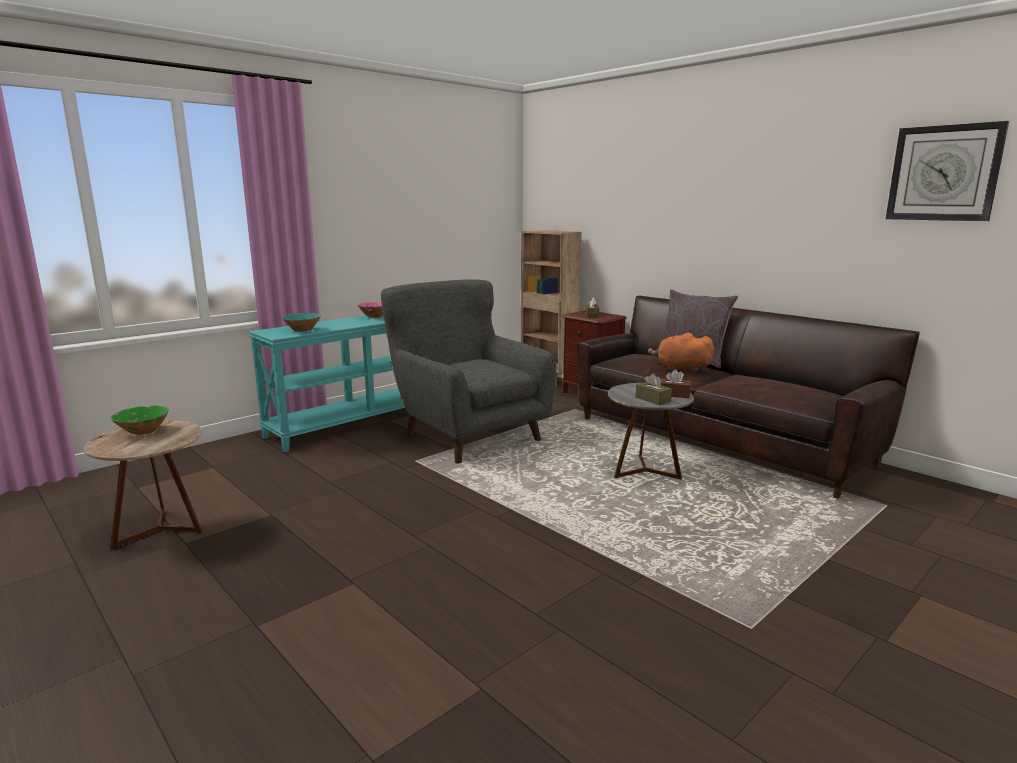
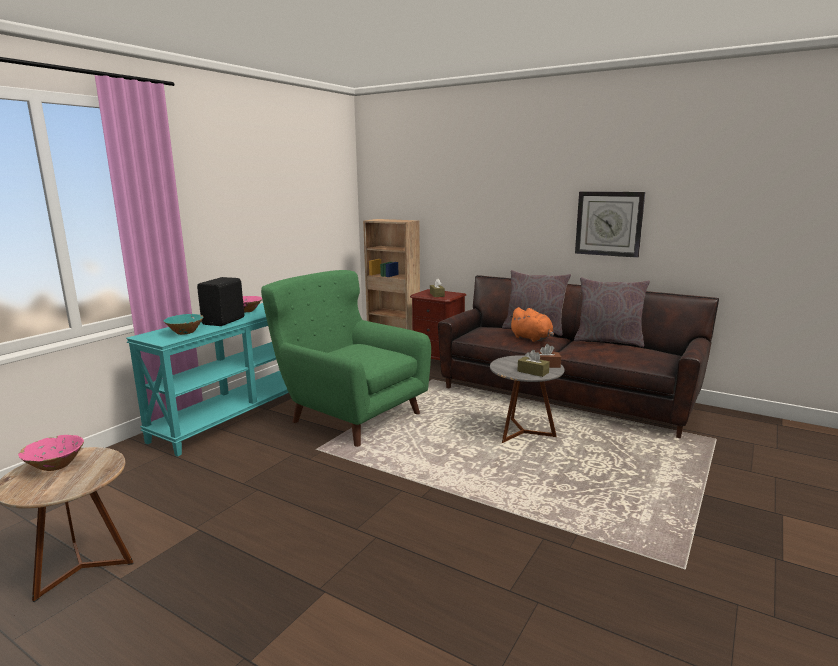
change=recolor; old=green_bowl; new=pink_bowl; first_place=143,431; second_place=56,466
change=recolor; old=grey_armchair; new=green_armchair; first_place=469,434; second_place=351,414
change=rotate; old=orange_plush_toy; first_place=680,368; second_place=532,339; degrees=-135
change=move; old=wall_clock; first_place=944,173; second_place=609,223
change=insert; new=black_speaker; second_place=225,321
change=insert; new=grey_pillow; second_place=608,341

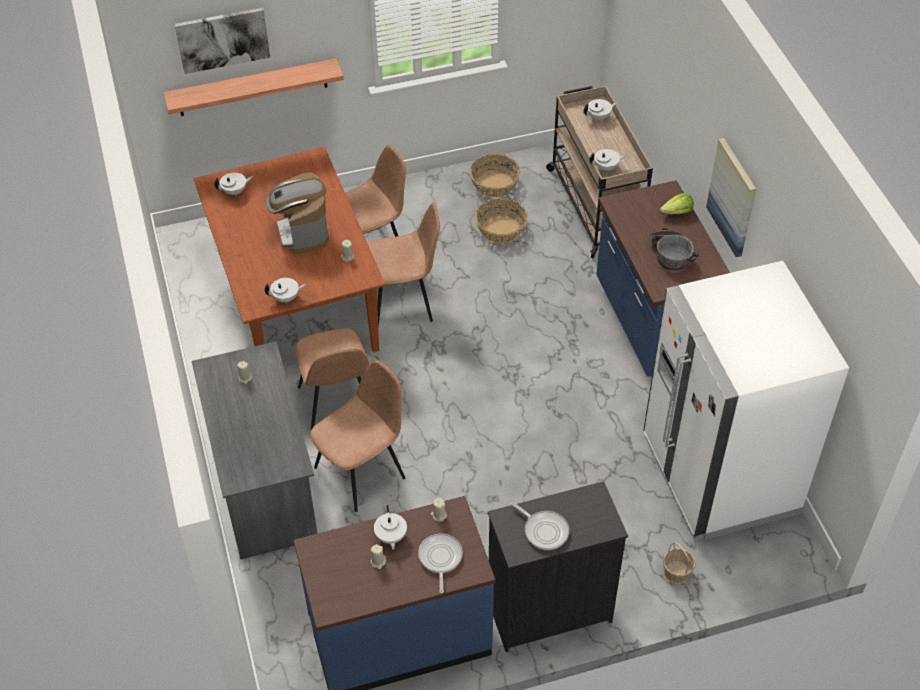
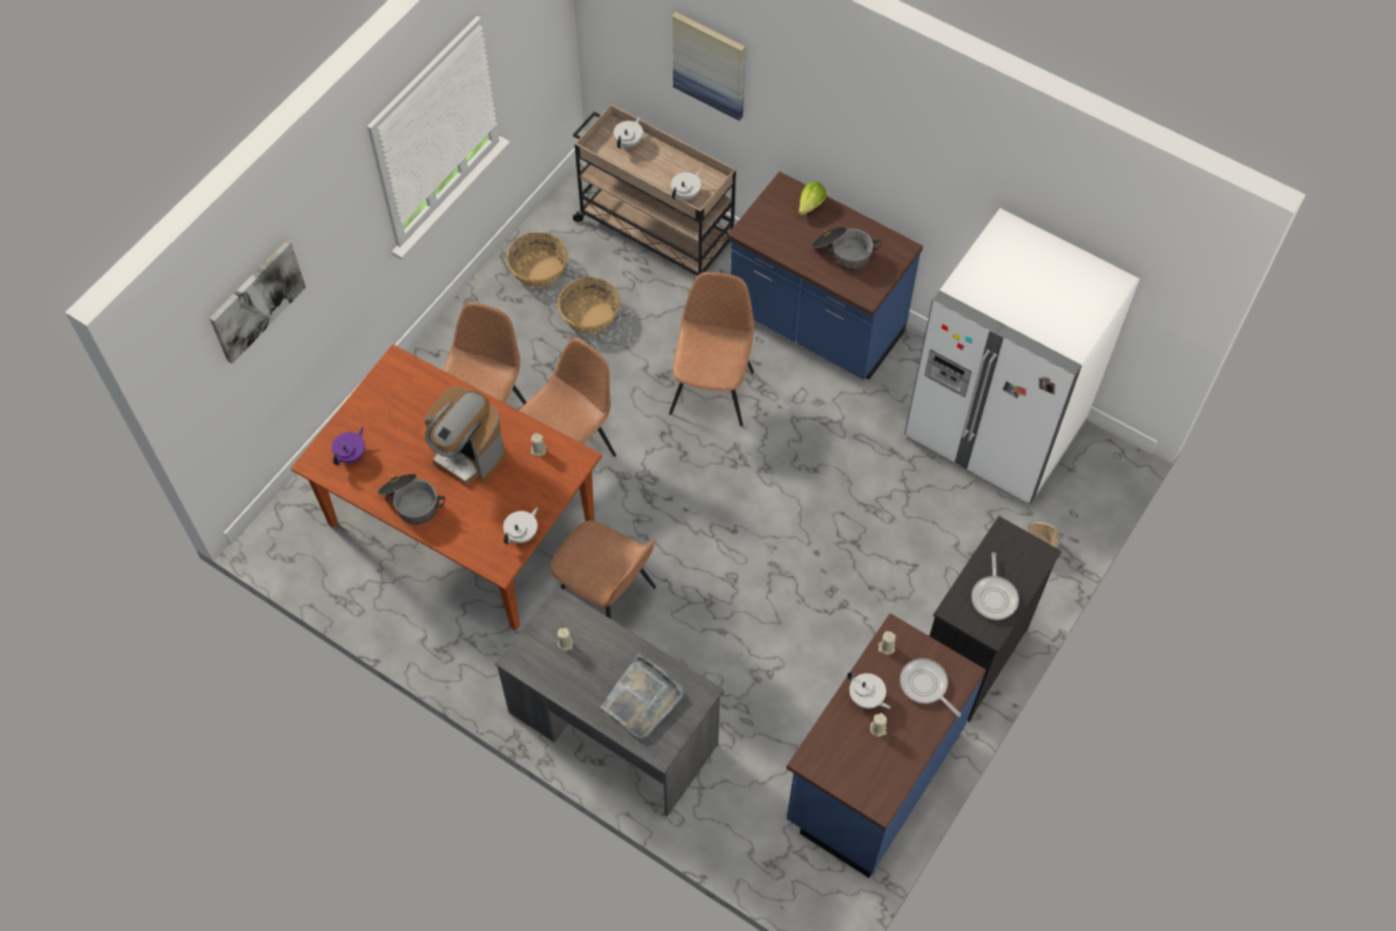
change=delete; old=shelf; first_place=252,87
change=recolor; old=white_teapot; new=purple_teapot; first_place=235,191; second_place=351,454
change=move; old=brown_chair; first_place=362,471; second_place=712,390
change=rotate; old=frying_pan; first_place=544,530; second_place=994,596; degrees=90
change=move; old=picture; first_place=733,197; second_place=710,65
change=insert; new=cooking_pot; second_place=411,502
change=insert; new=grey_tray; second_place=642,699

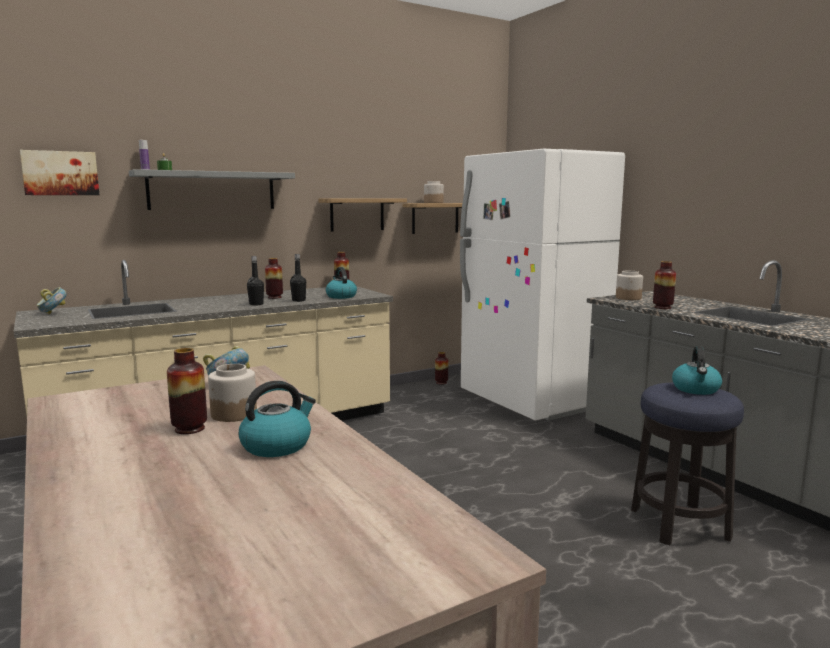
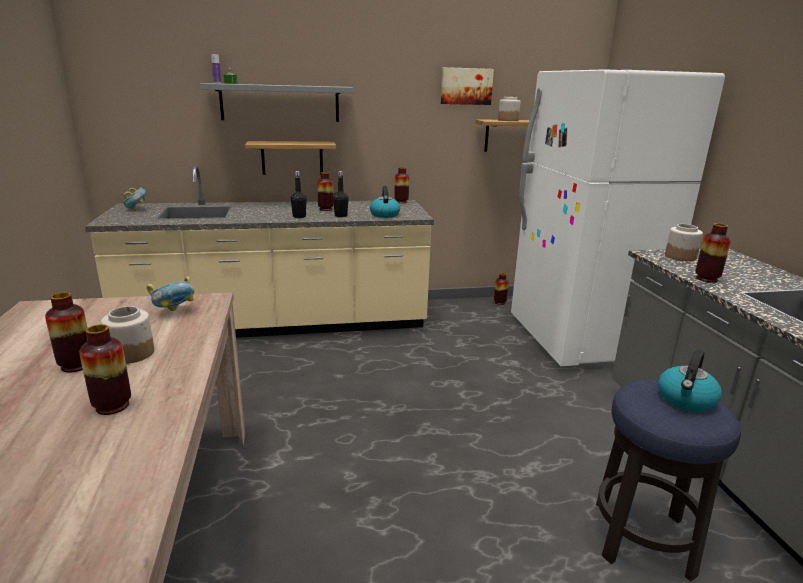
change=move; old=picture; first_place=60,173; second_place=466,86
change=replace; old=kettle; new=vase; first_place=277,445; second_place=112,406
change=move; old=shelf; first_place=357,214; second_place=292,158

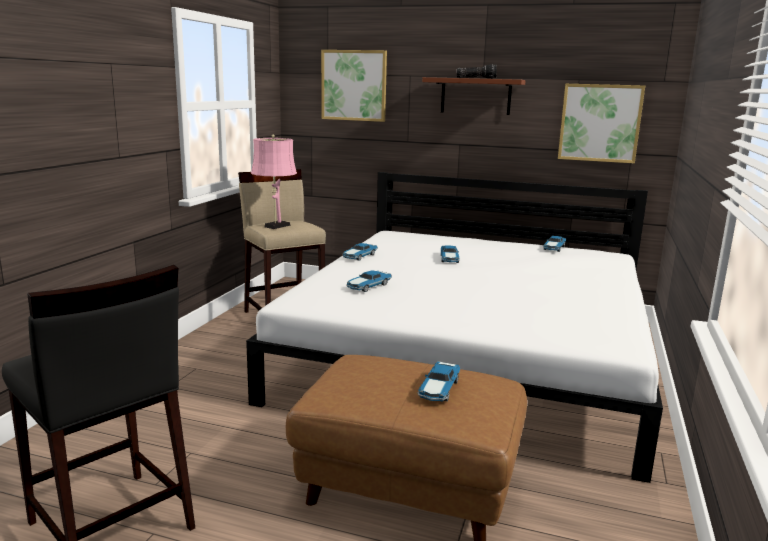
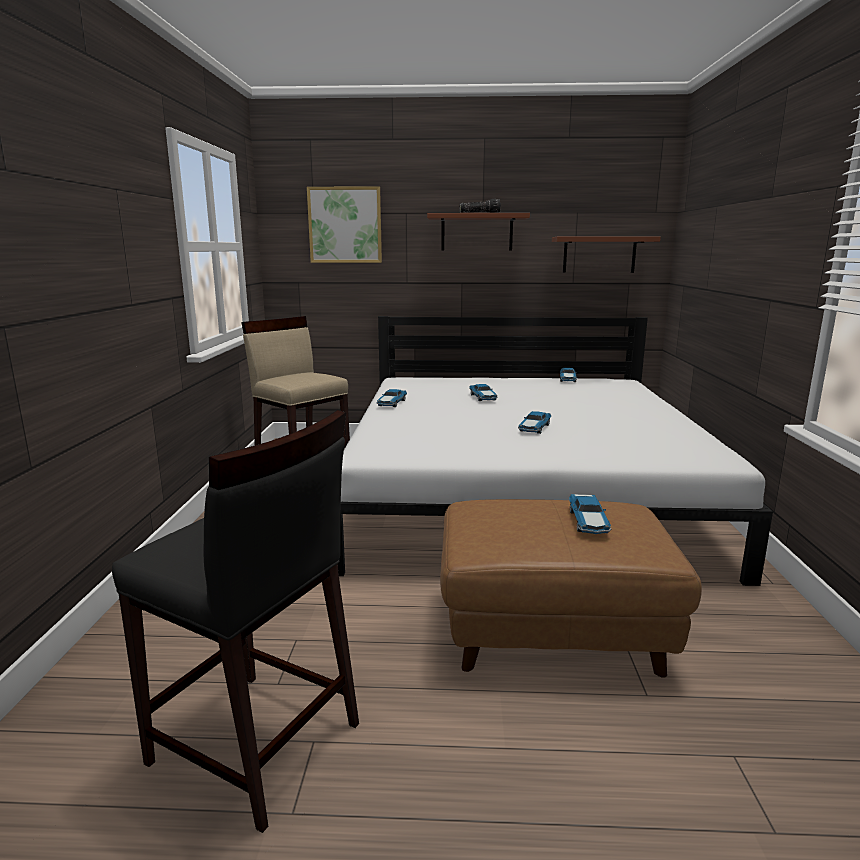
change=delete; old=pink_table_lamp; first_place=275,226
change=move; old=toy_car; first_place=368,286; second_place=534,428
change=replace; old=picture; new=brown_shelf; first_place=600,123; second_place=599,254

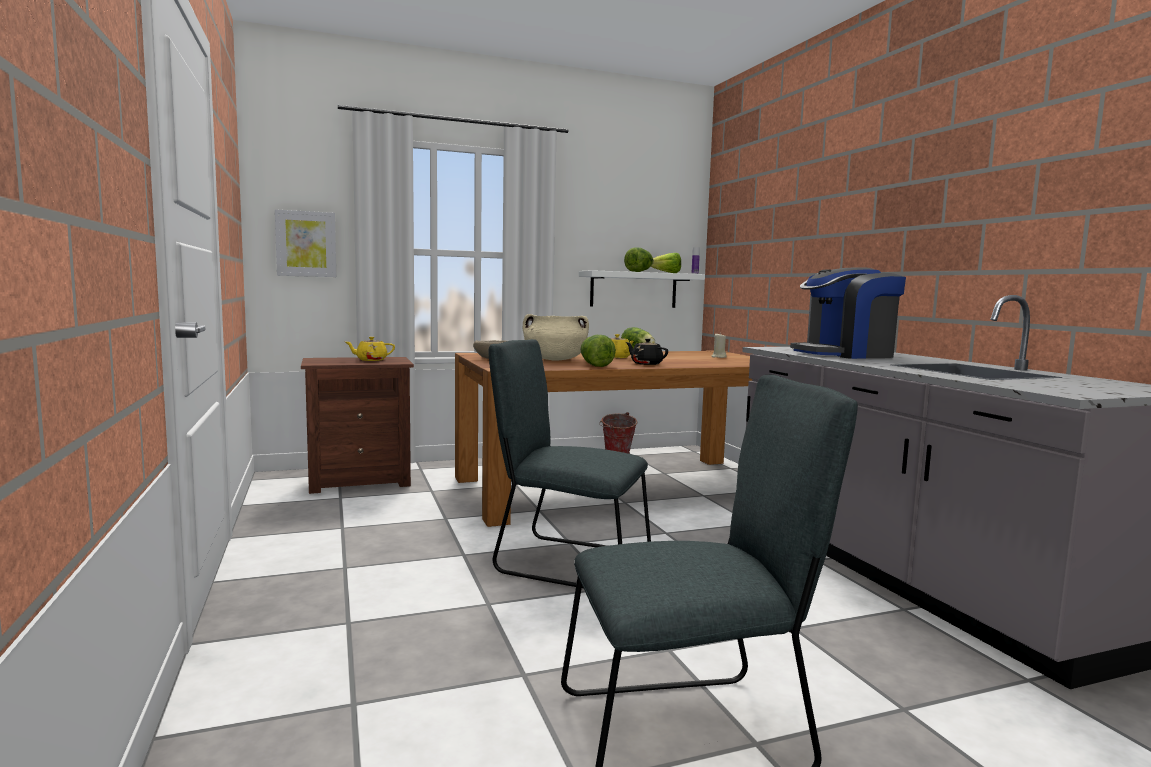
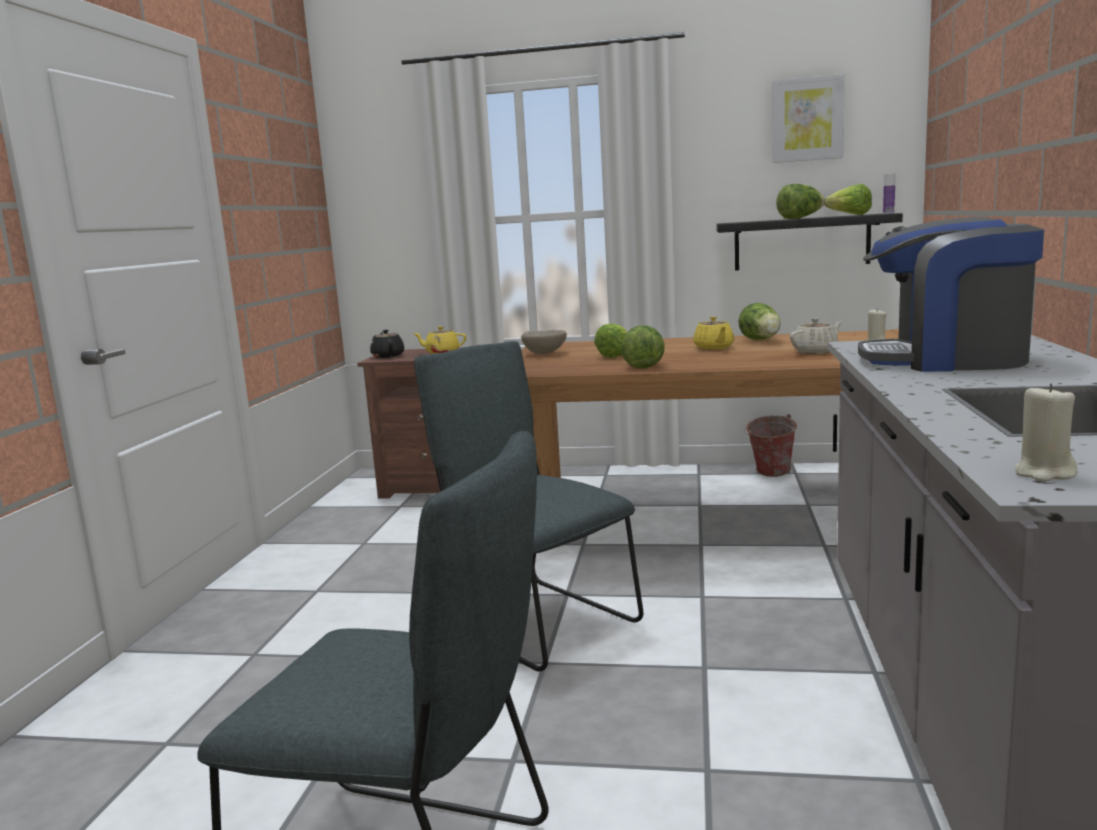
change=move; old=picture; first_place=306,244; second_place=807,119
change=replace; old=beige_cooking_pot; new=lettuce; first_place=555,360; second_place=617,354
change=recolor; old=white_shelf; new=black_shelf; first_place=633,290; second_place=801,242
change=move; old=black_teapot; first_place=646,363; second_place=388,356
change=insert; new=beige_teapot; second_place=816,352
change=insert; new=beige_candle; second_place=1044,473

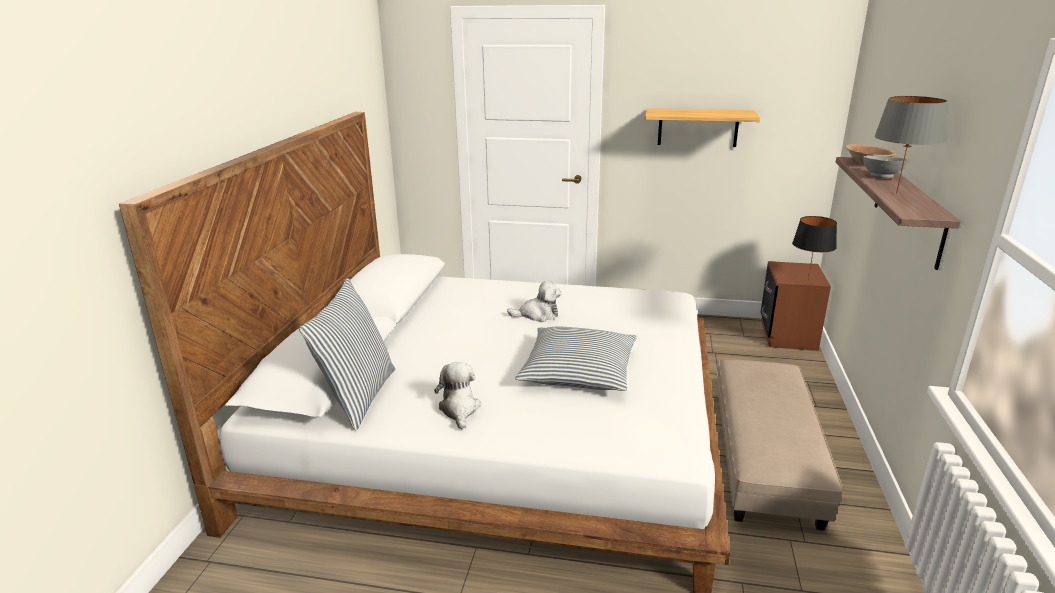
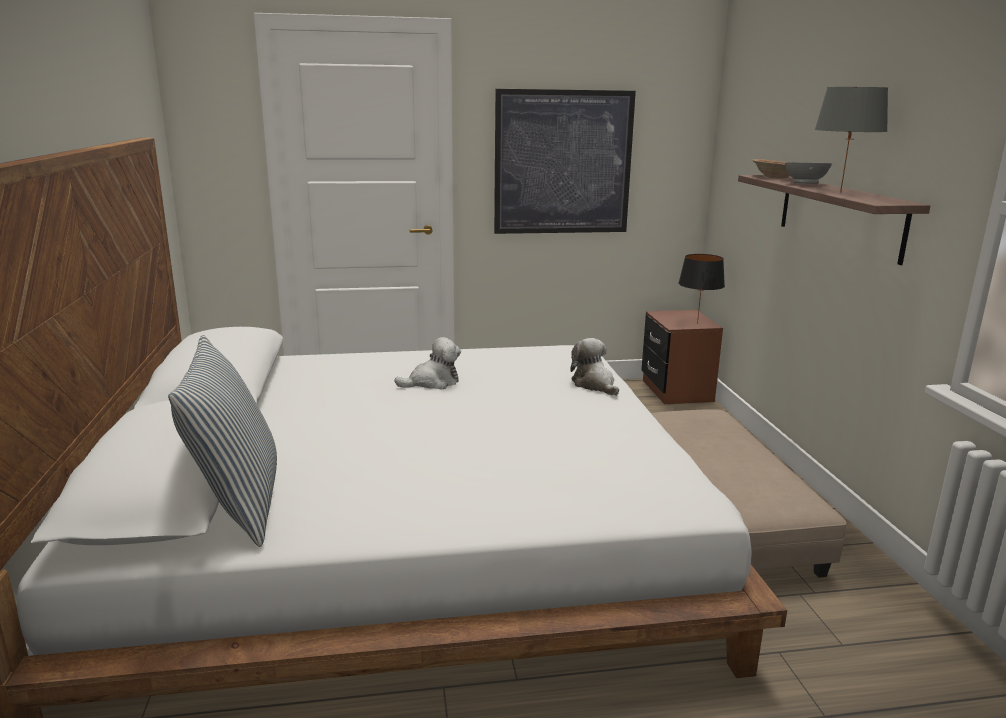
change=move; old=plush_toy; first_place=459,409; second_place=594,385
change=delete; old=pillow; first_place=578,371
change=replace; old=shelf; new=picture; first_place=698,127; second_place=563,163

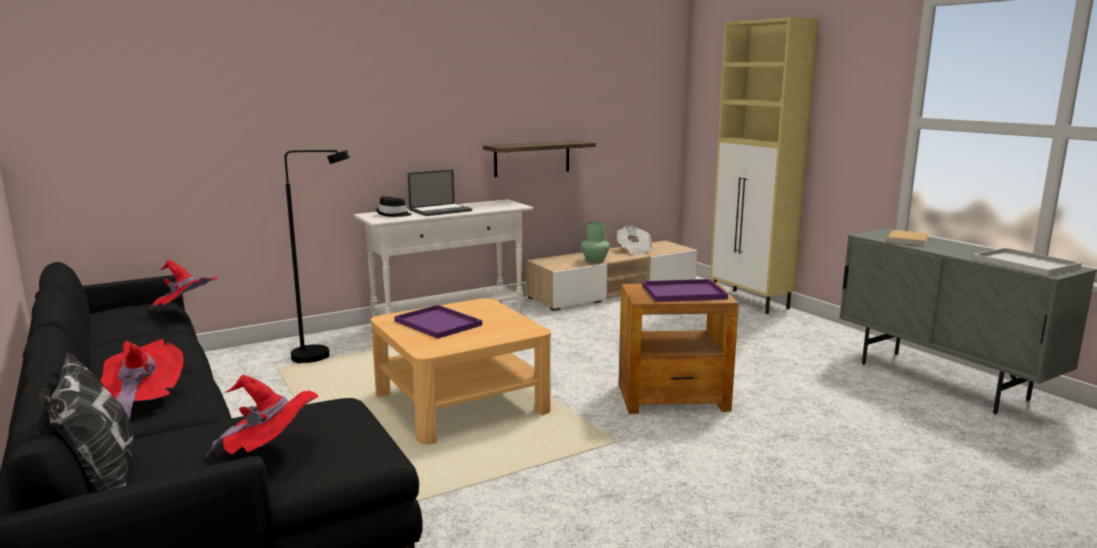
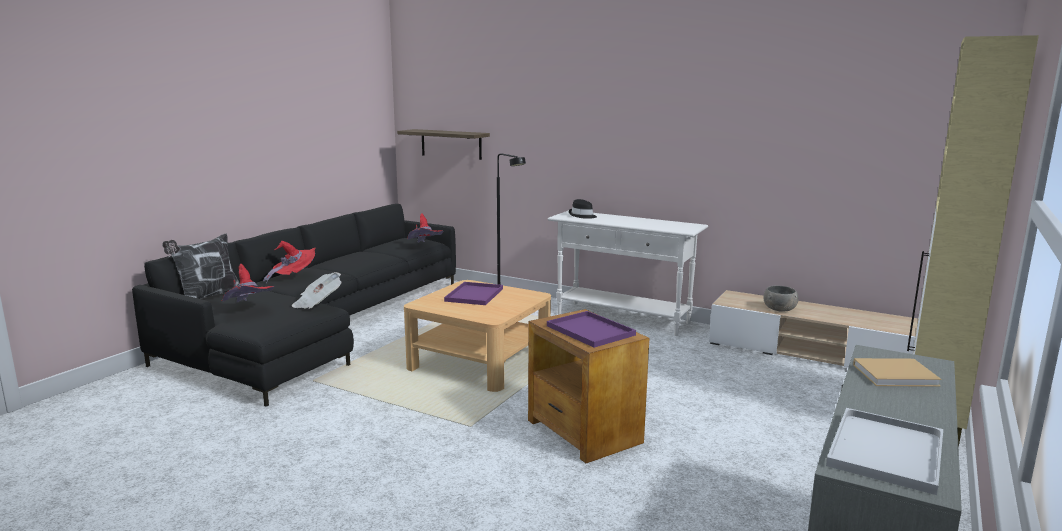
change=delete; old=laptop; first_place=441,210
change=move; old=shelf; first_place=532,158; second_place=451,144
change=replace; old=green_vase; new=grey_bowl; first_place=594,260; second_place=779,309
change=move; old=newspaper; first_place=634,250; second_place=317,303

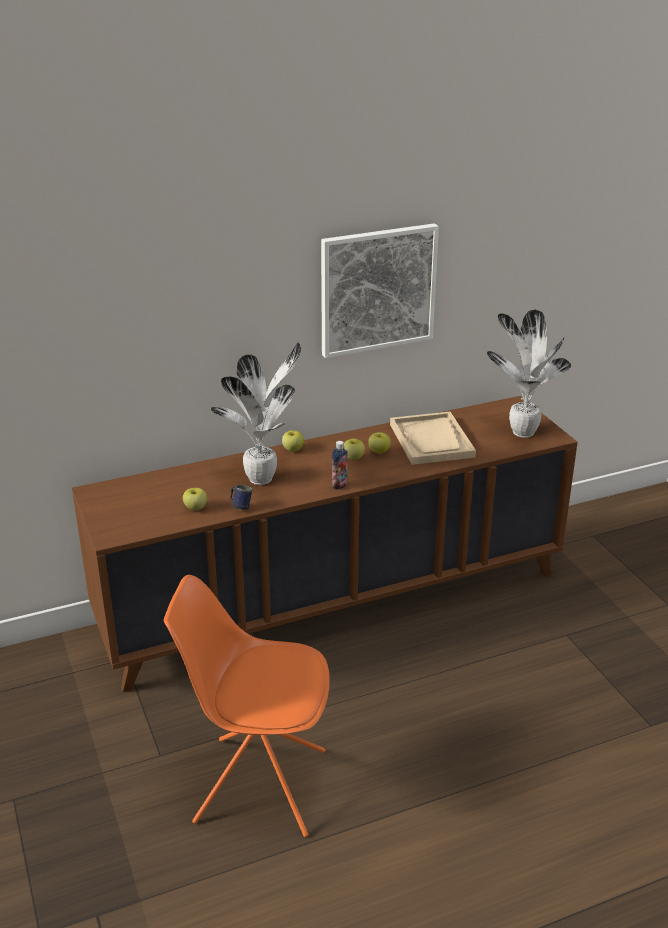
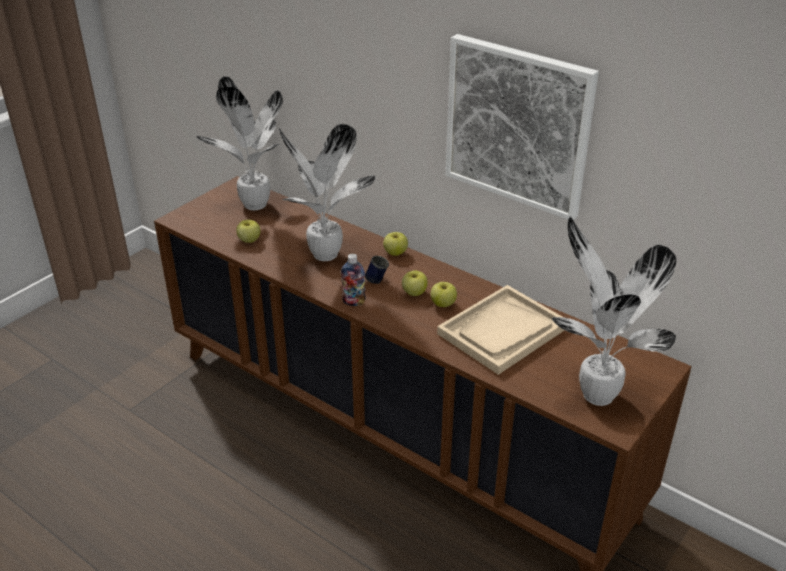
change=delete; old=orange_chair; first_place=258,785
change=move; old=blue_mug; first_place=240,506; second_place=377,279
change=insert; new=potted_plant; second_place=254,206

